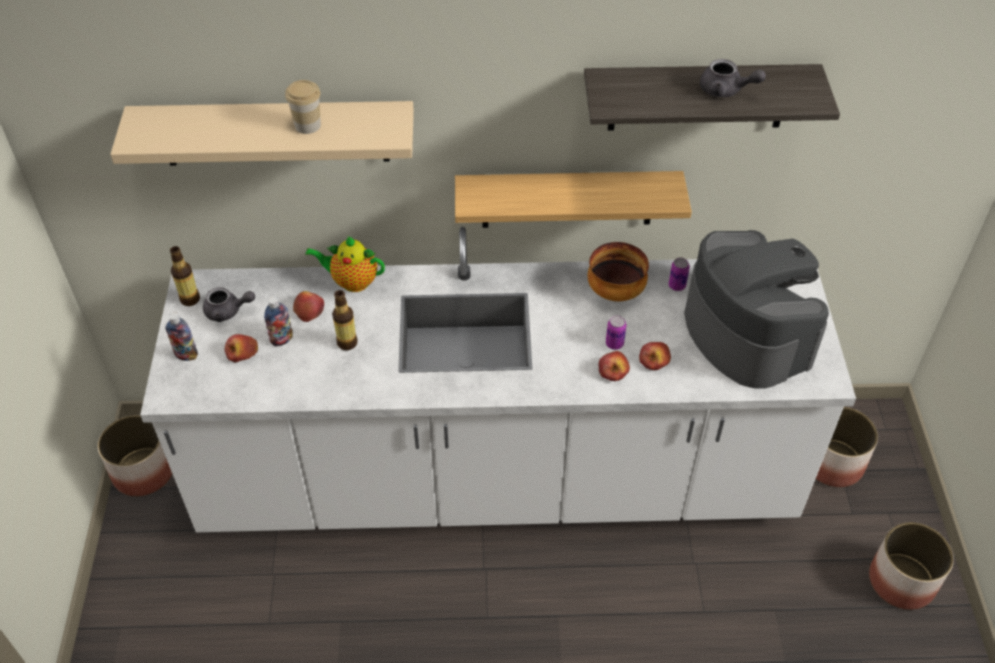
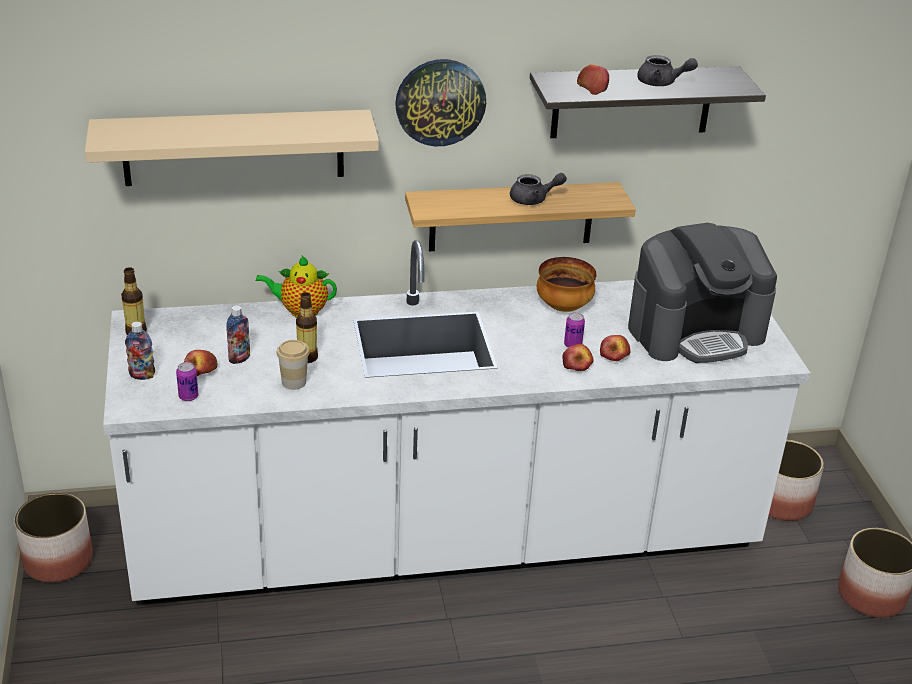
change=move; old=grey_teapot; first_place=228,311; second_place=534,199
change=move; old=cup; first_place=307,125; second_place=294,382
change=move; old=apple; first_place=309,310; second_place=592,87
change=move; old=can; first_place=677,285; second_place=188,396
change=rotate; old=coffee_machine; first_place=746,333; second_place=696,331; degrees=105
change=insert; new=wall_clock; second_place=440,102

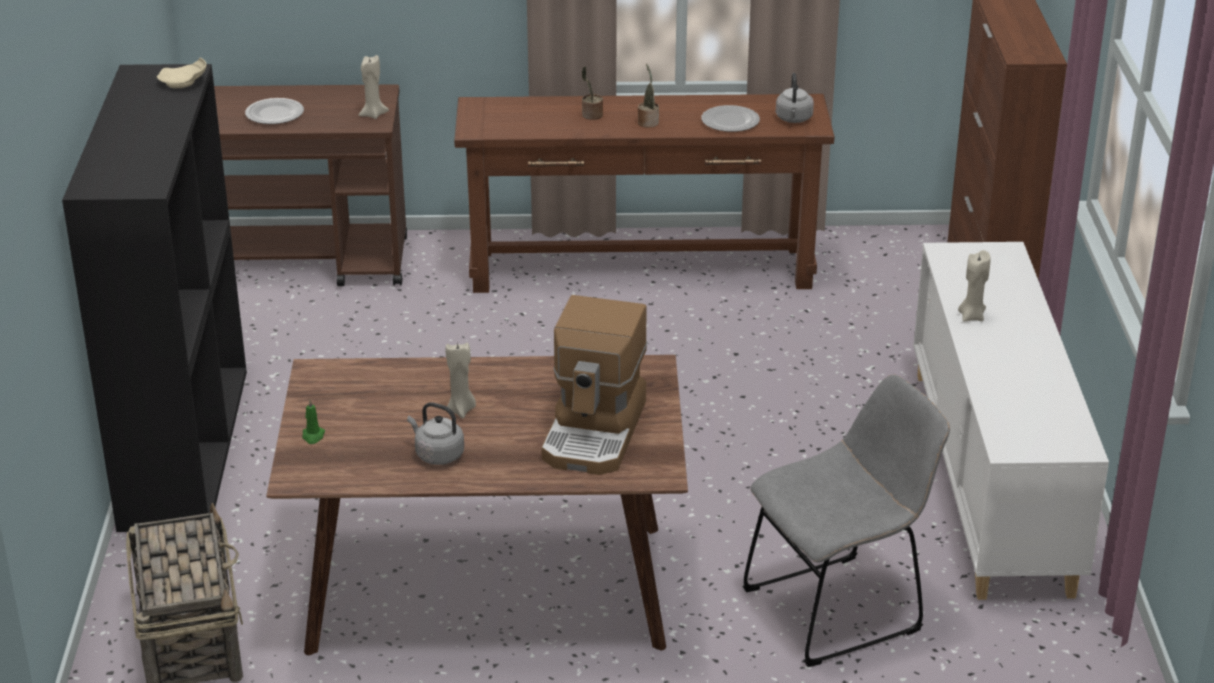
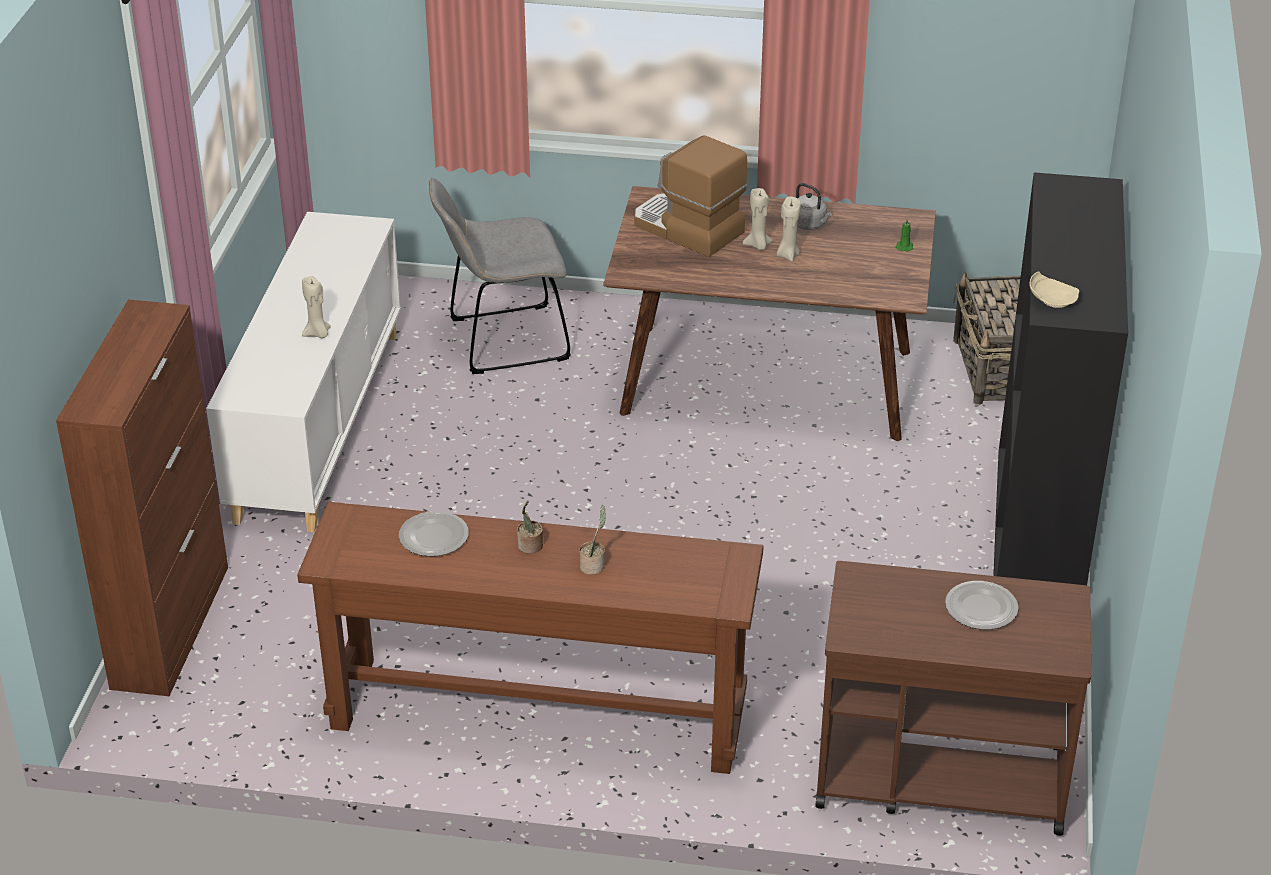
change=move; old=beige_candle; first_place=373,114; second_place=758,245
change=rotate; old=coffee_machine; first_place=596,432; second_place=686,229; degrees=-75
change=delete; old=grey_kettle; first_place=794,119

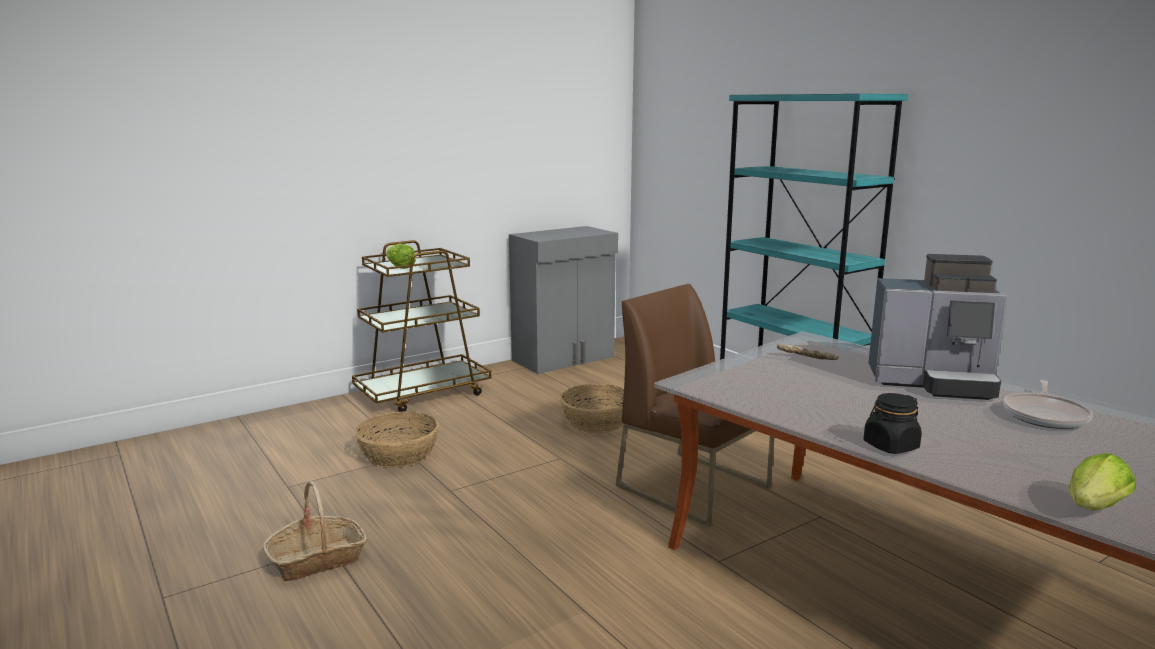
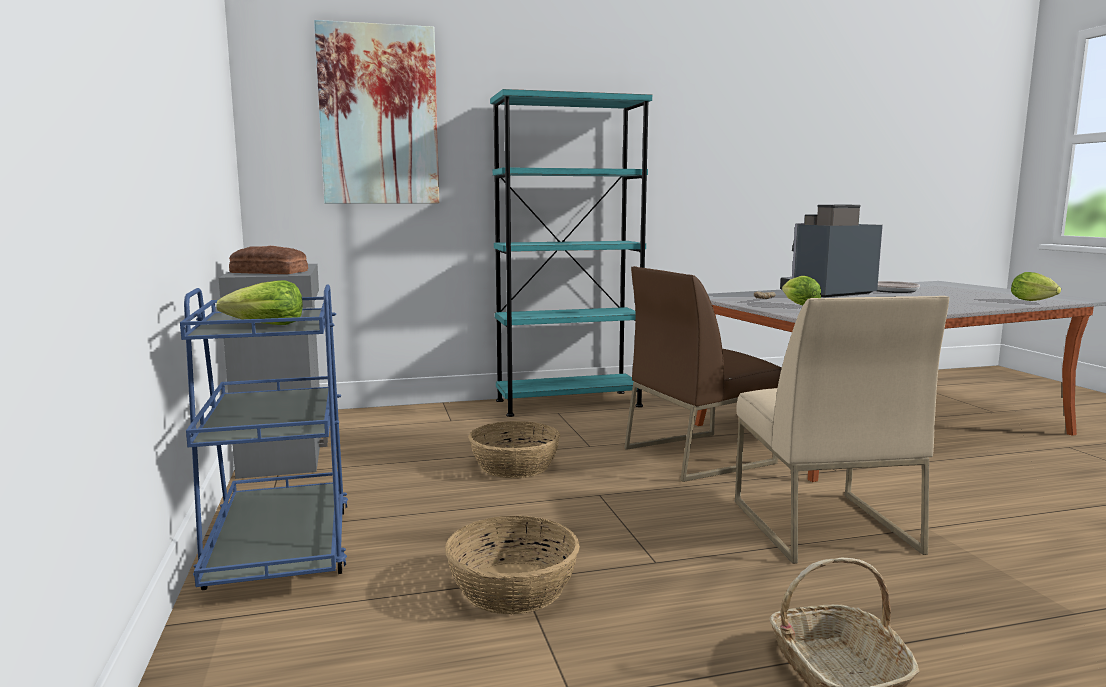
change=recolor; old=brown_cart; new=blue_cart; first_place=423,393; second_place=280,550
change=delete; old=black_jar; first_place=890,446
change=rotate; old=coffee_machine; first_place=933,382; second_place=827,293; degrees=-150
change=insert; new=bread; second_place=269,272
change=insert; new=picture; second_place=379,115
change=insert; new=beige_chair; second_place=821,525
change=insert; new=lettuce; second_place=798,305

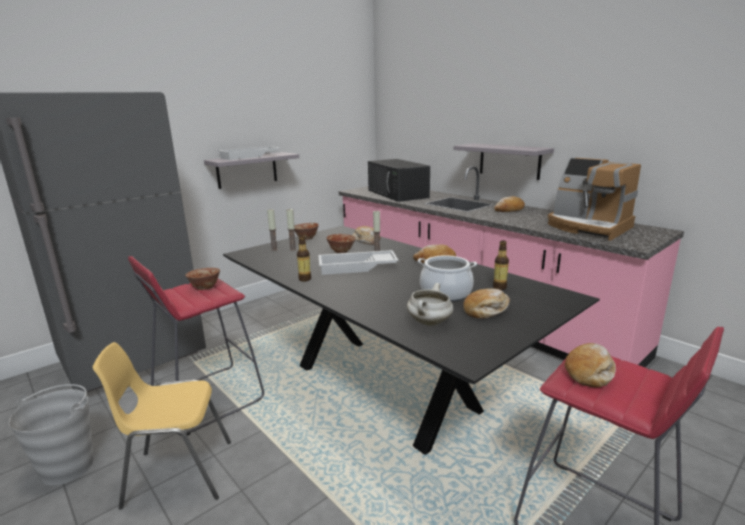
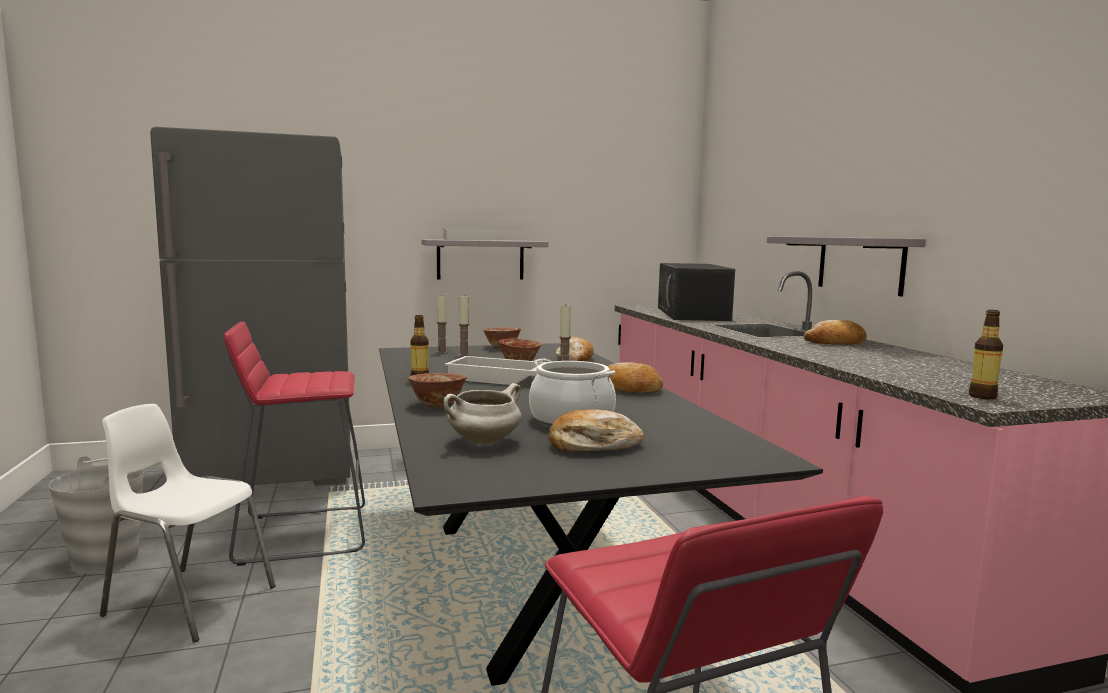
change=recolor; old=yellow_chair; new=white_chair; first_place=178,473; second_place=189,601
change=move; old=bowl; first_place=205,287; second_place=437,405
change=move; old=bottle; first_place=499,287; second_place=982,396
change=delete; old=coffee_machine; first_place=588,227
change=delete; old=bread; first_place=589,372

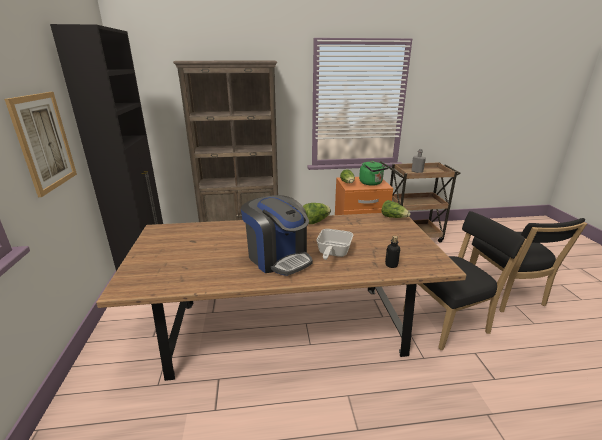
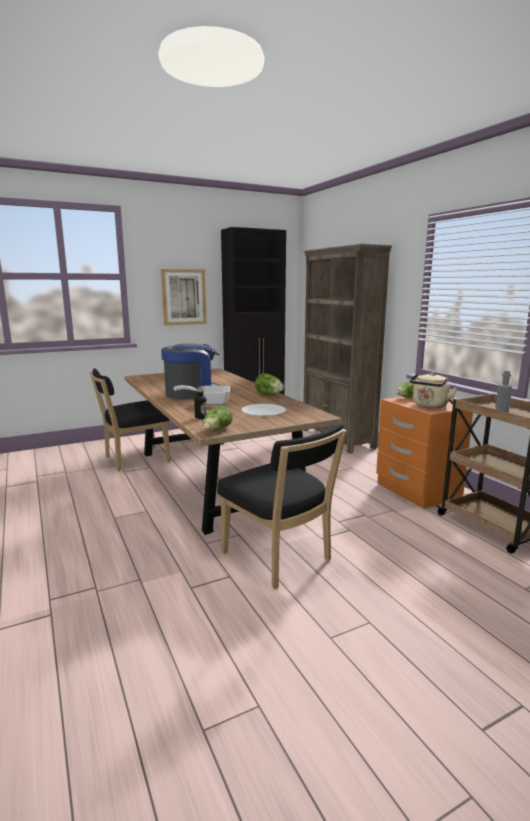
change=rotate; old=coffee_machine; first_place=278,257; second_place=192,393; degrees=-150
change=recolor; old=green_kettle; new=beige_kettle; first_place=372,183; second_place=429,406
change=move; old=lettuce; first_place=394,217; second_place=217,430
change=move; old=black_chair; first_place=506,295; second_place=133,459
change=insert; new=white_plate; second_place=263,411

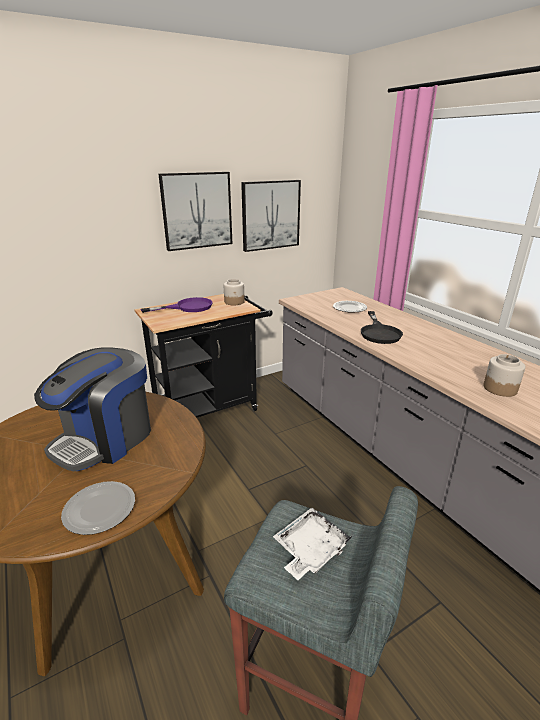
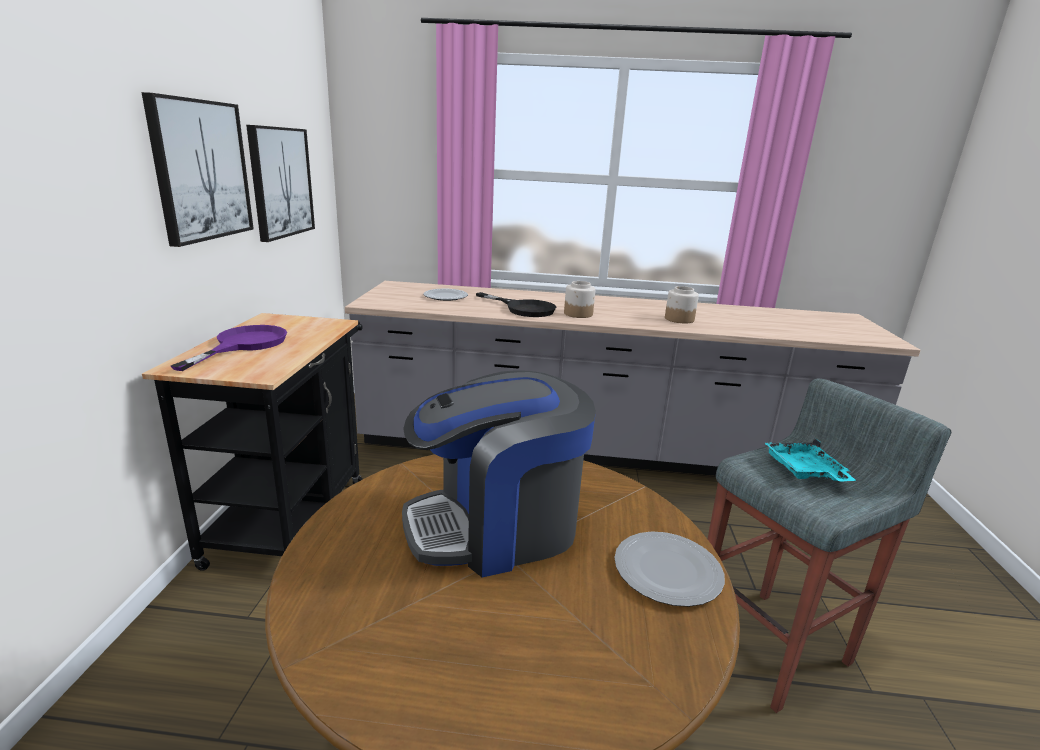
change=rotate; old=coffee_machine; first_place=105,438; second_place=496,526; degrees=90
change=move; old=jar; first_place=234,302; second_place=578,314
change=recolor; old=white_tray; new=turquoise_tray; first_place=309,550; second_place=804,471

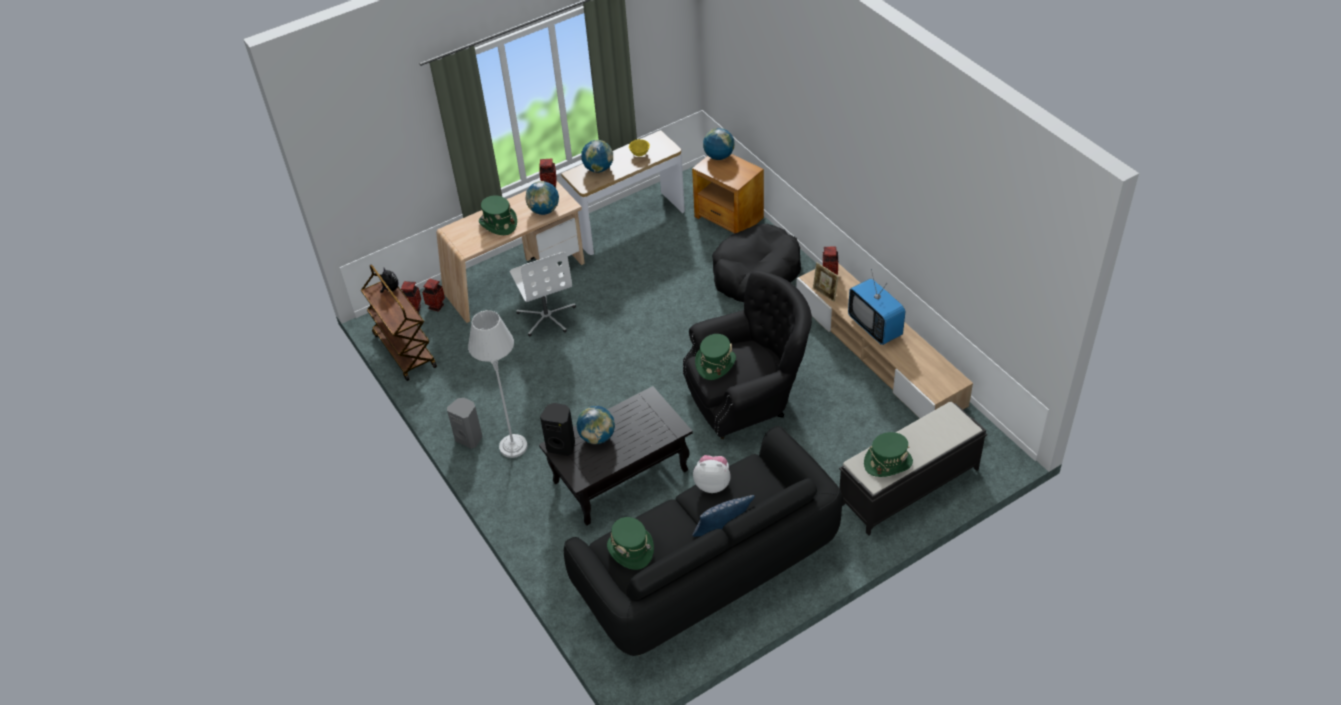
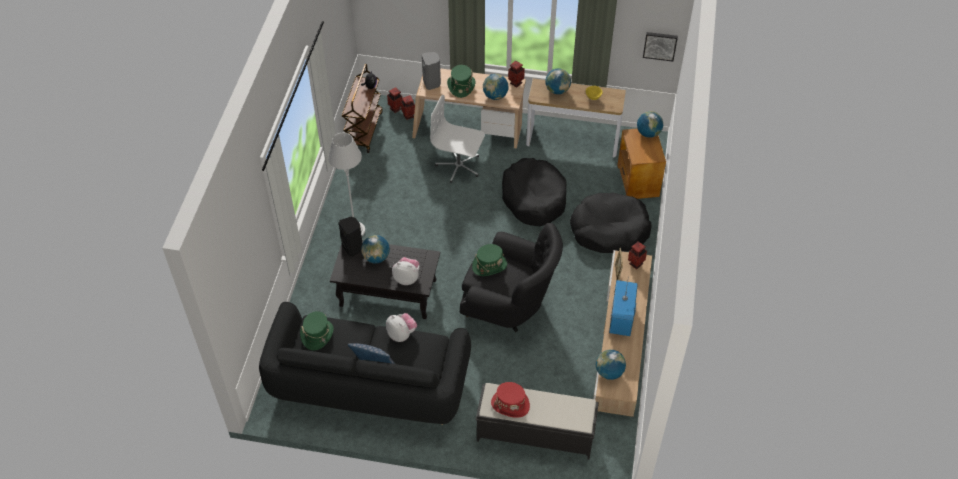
change=move; old=grey_speaker; first_place=470,438; second_place=432,83
change=rotate; old=white_office_chair; first_place=547,316; second_place=459,166; degrees=90
change=recolor; old=green_hat; new=red_hat; first_place=888,462; second_place=510,404
change=insert; new=plush_toy; second_place=407,278
change=insert; new=black_dog_bed; second_place=534,198
change=insert; new=globe; second_place=609,372
change=insert; new=picture; second_place=660,45

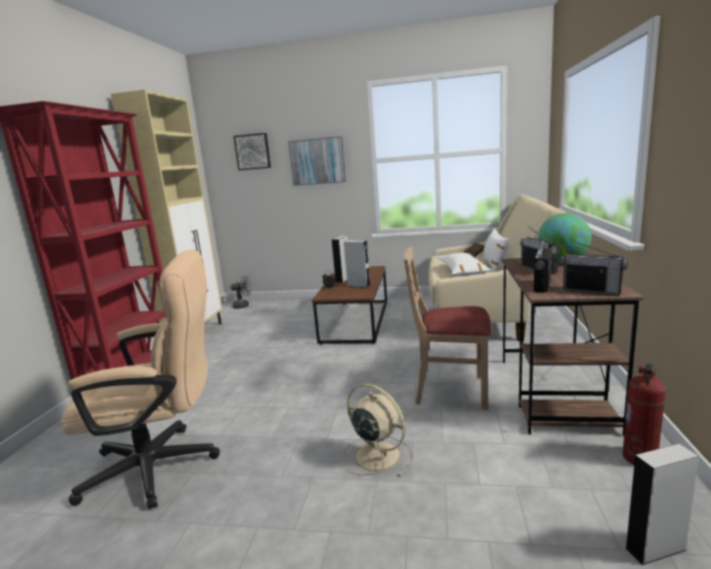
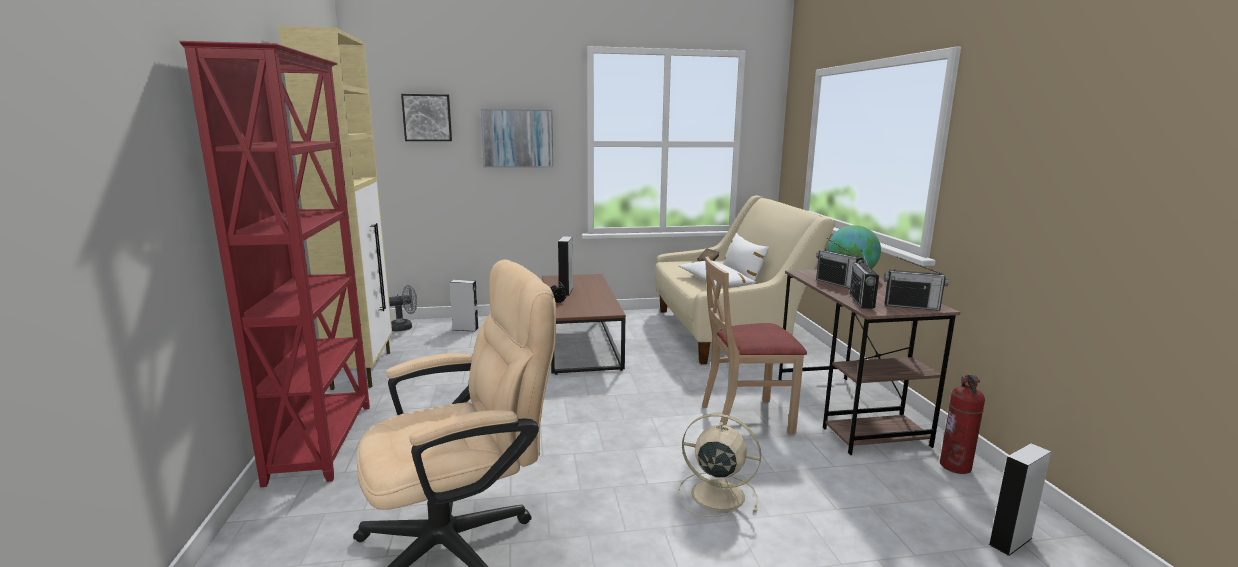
change=move; old=grey_speaker; first_place=358,286; second_place=465,329

